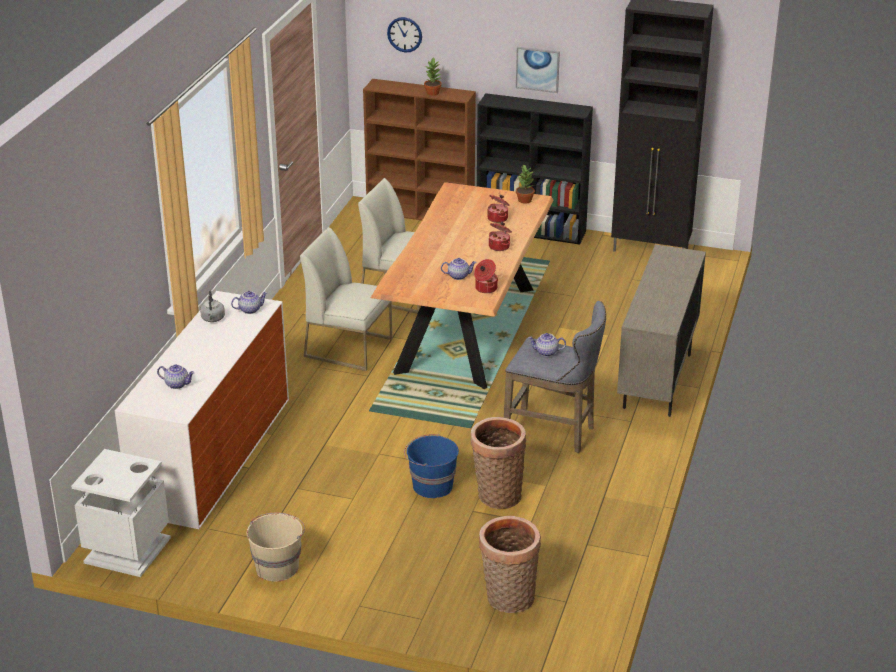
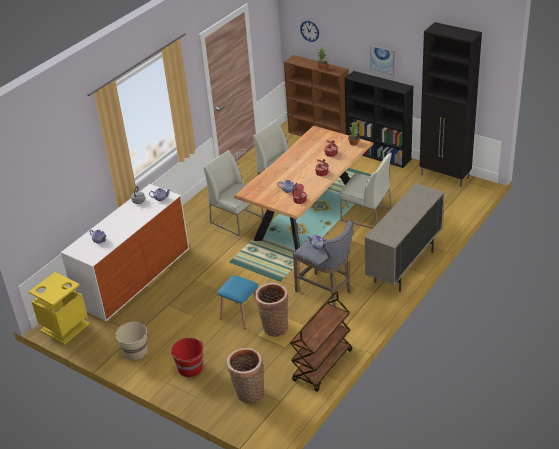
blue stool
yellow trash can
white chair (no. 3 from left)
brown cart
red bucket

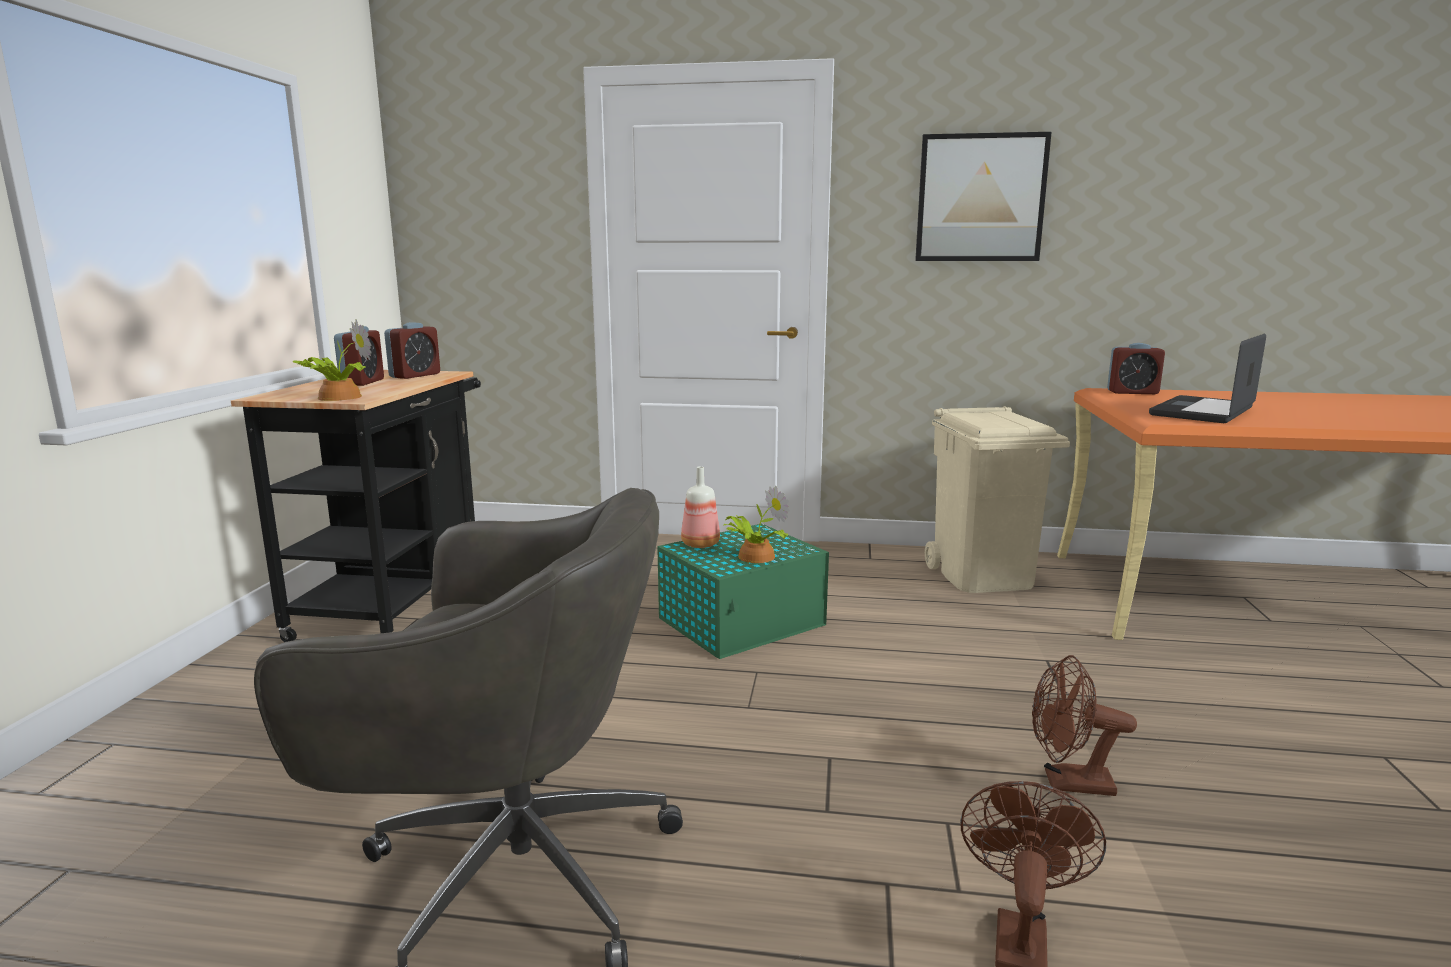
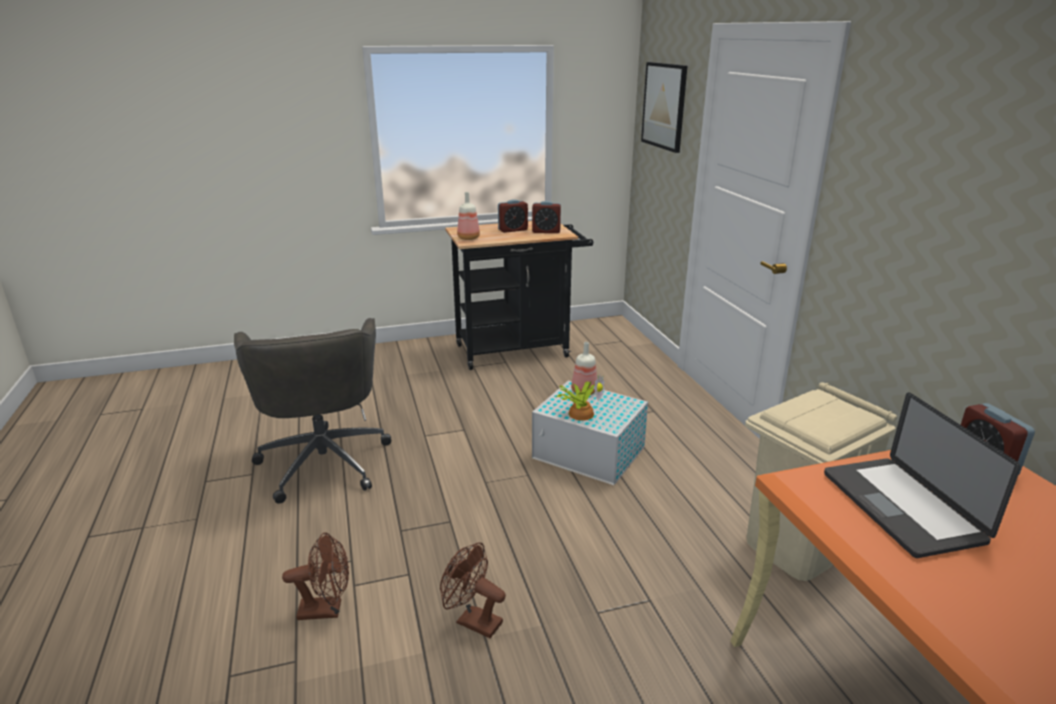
picture
bottle (no. 1 from left)
laptop
white storage box
brown fan (no. 2 from left)

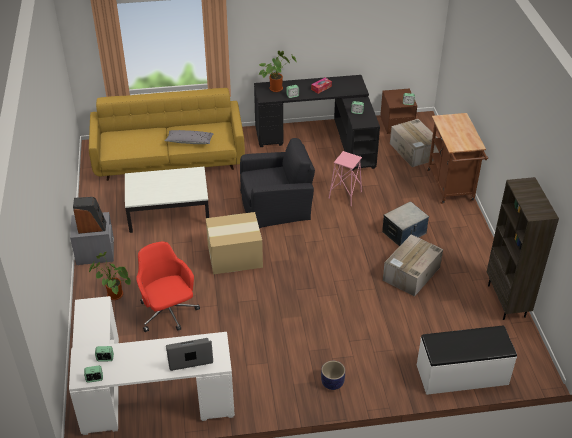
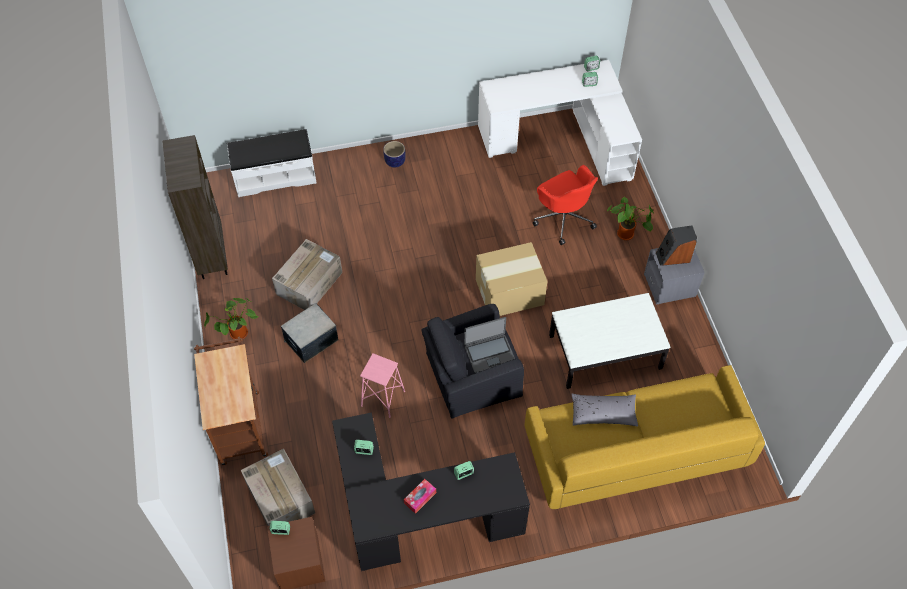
potted plant (no. 1 from left)
laptop

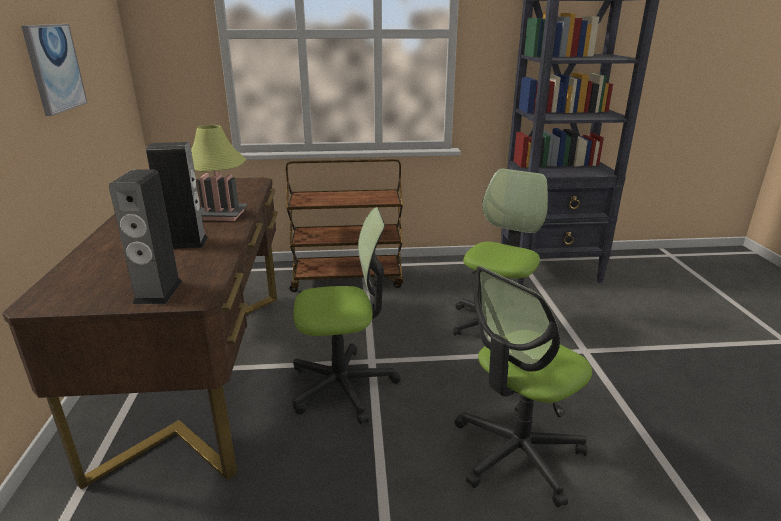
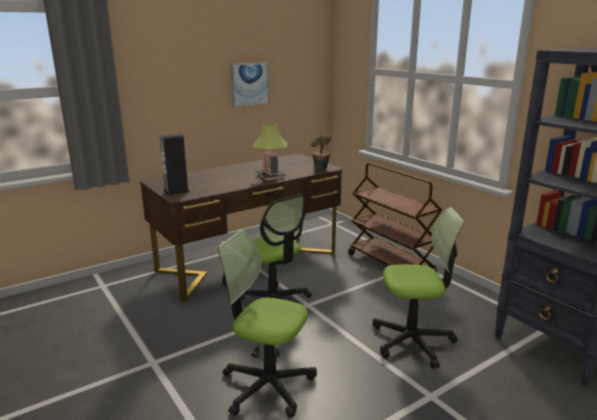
speaker (no. 2 from left in the first image)
potted plant

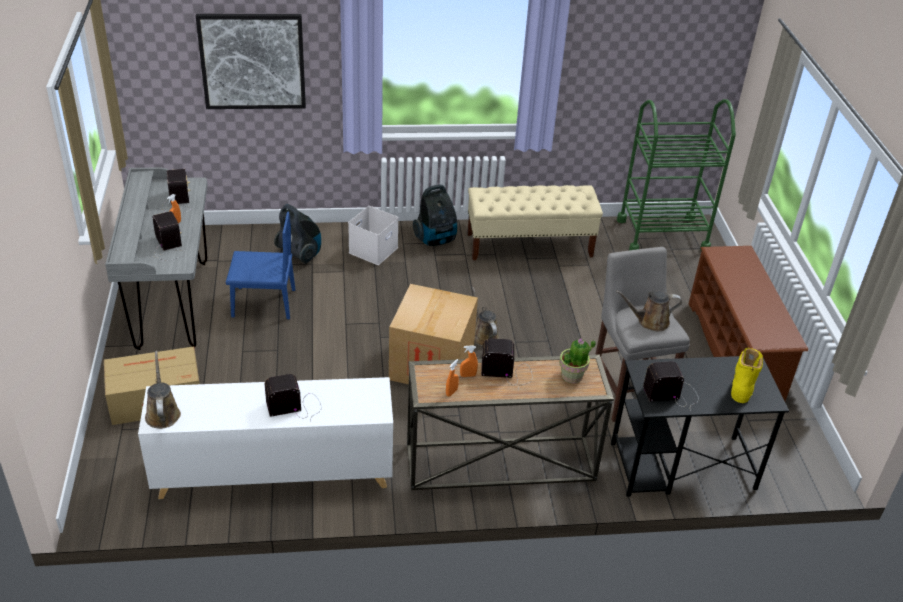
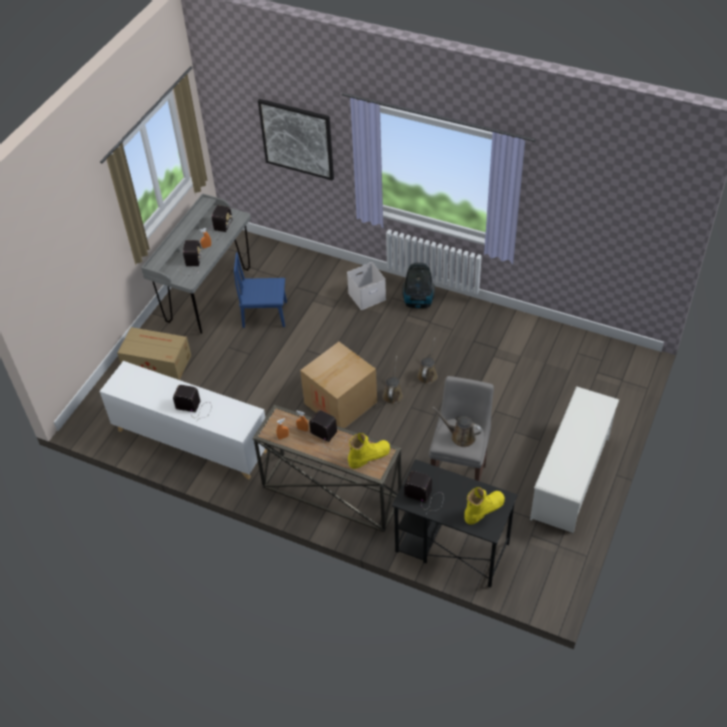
green cart
beige bench
vacuum cleaner (no. 1 from left in the first image)
blue chair
white shoe rack
yellow boot (no. 1 from left)
brown watering can (no. 2 from left)

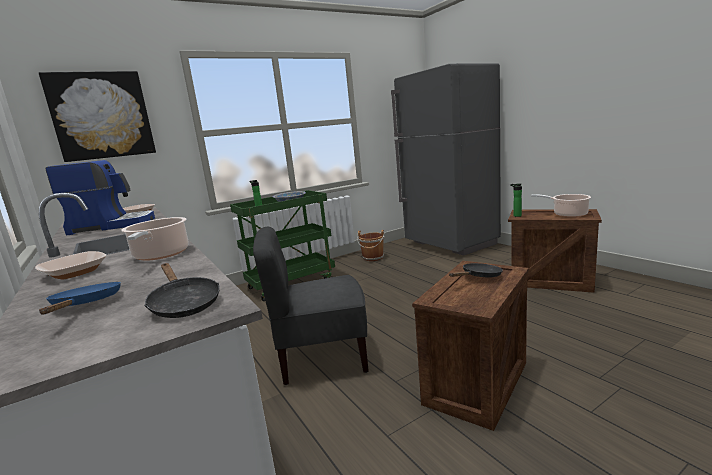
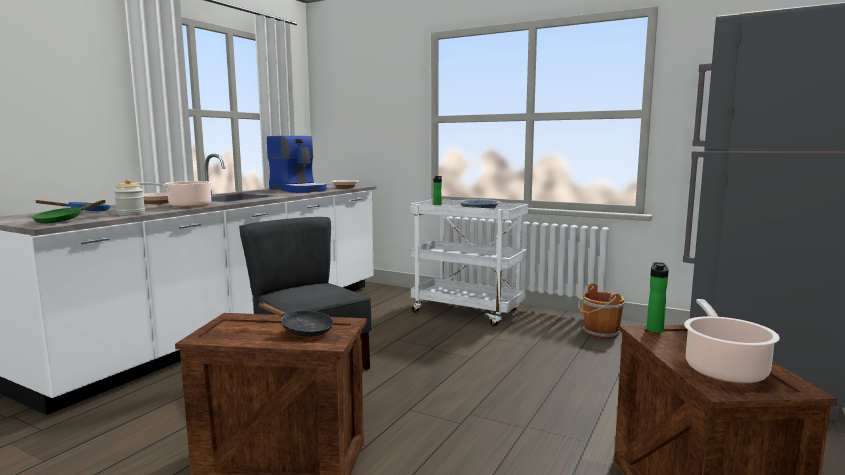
picture
white cart
green frying pan
jar

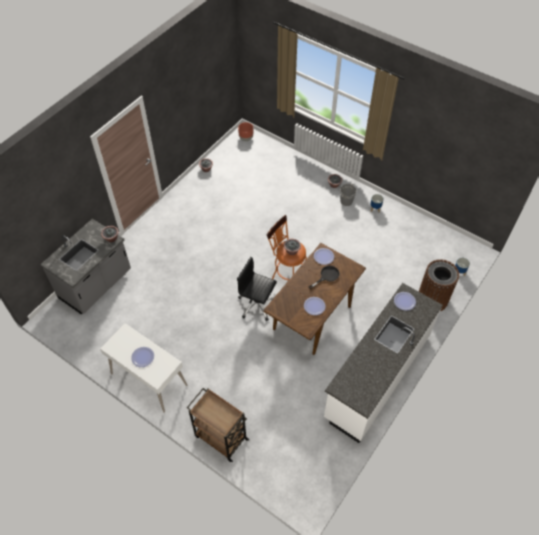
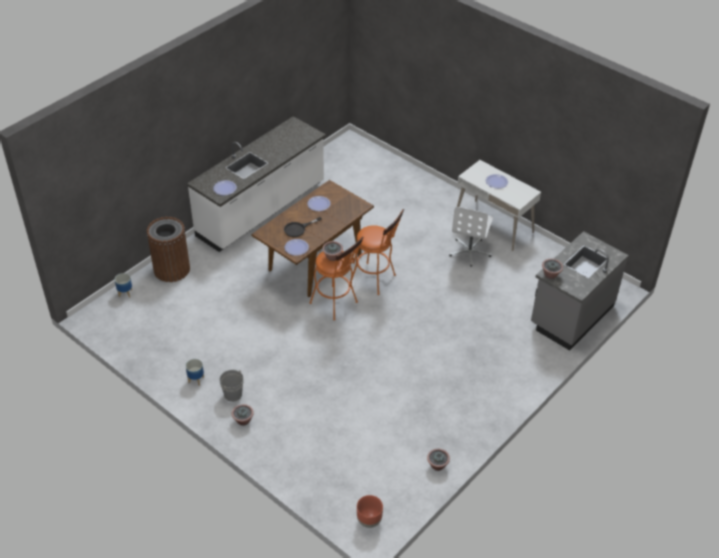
orange stool (no. 2 from left)
brown cart
white office chair

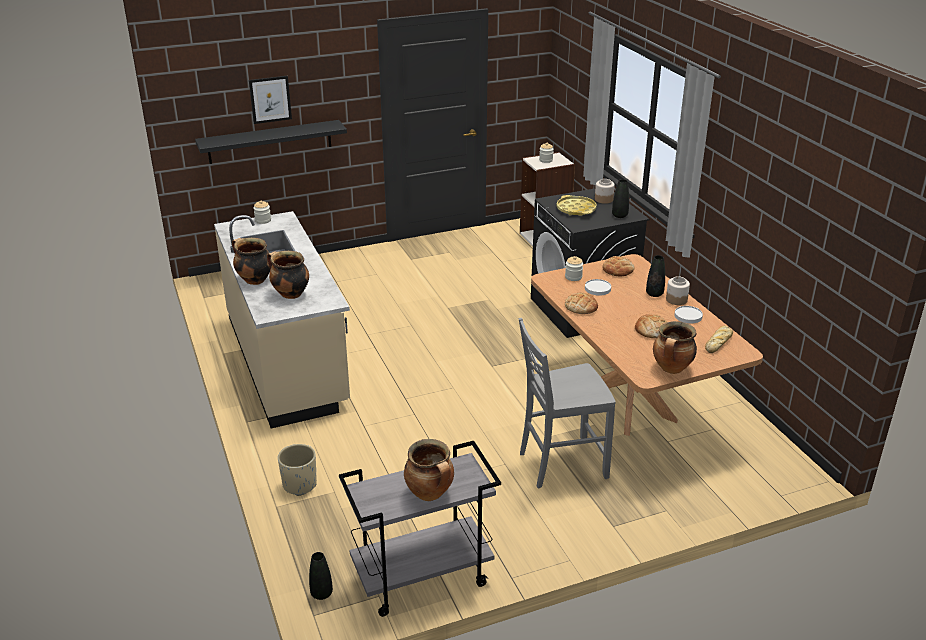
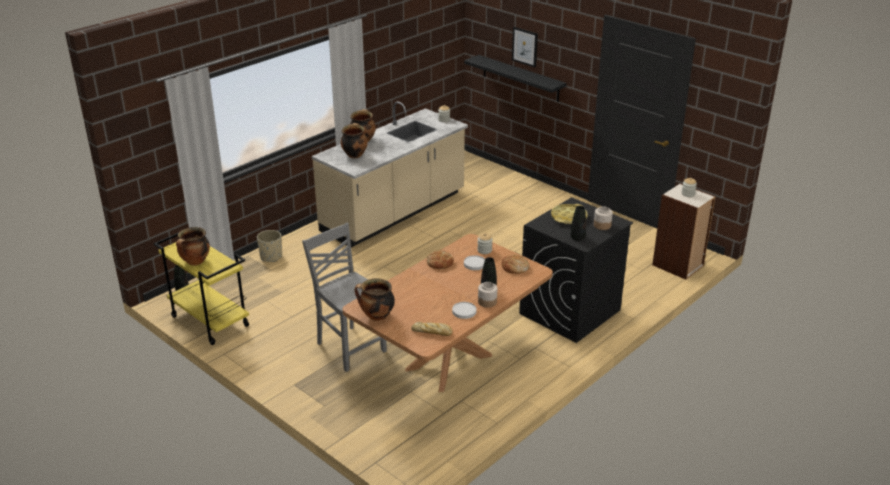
bread (no. 3 from left in the first image)
yellow cart

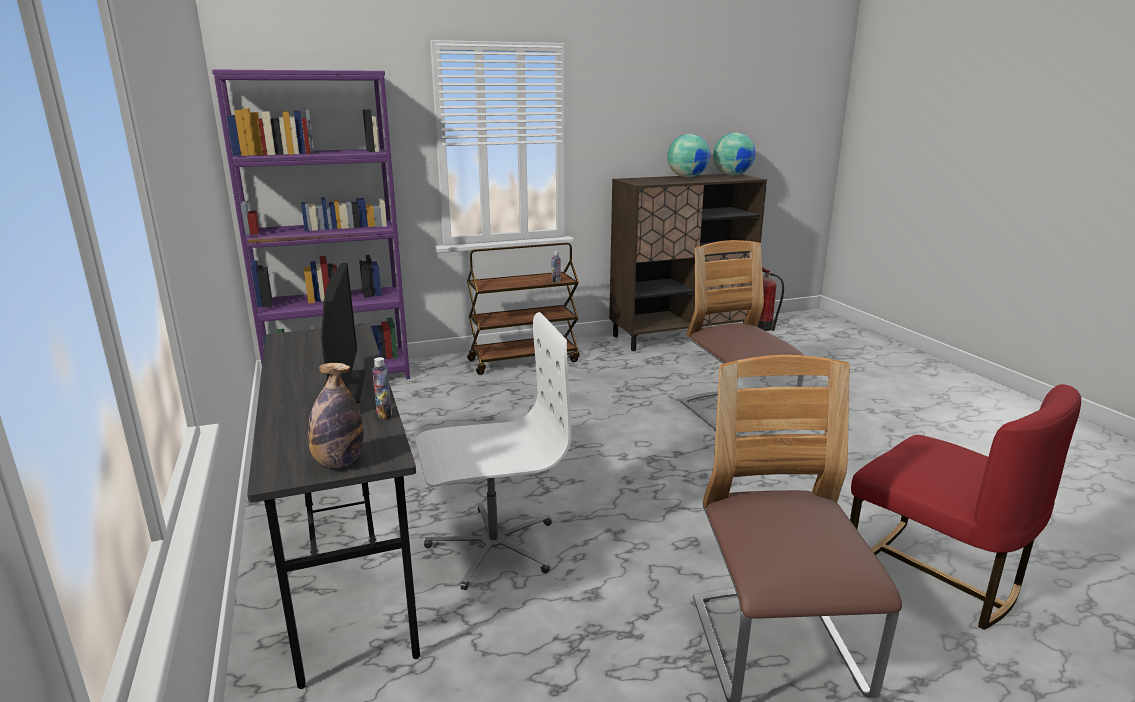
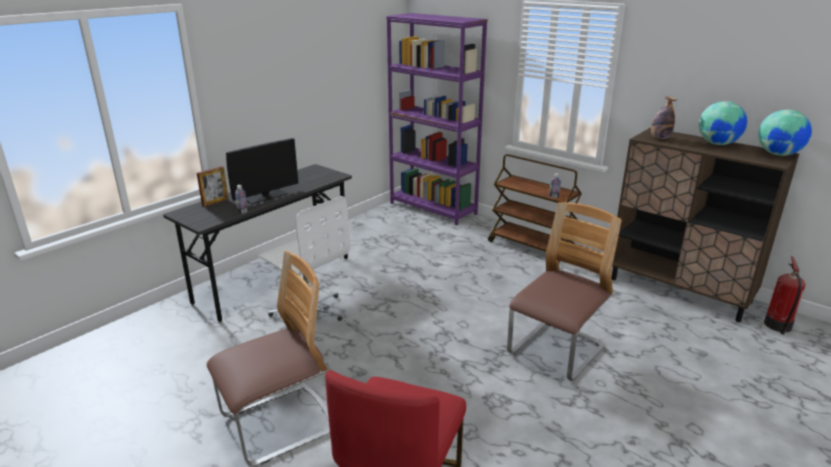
bottle (no. 3 from left)
picture frame

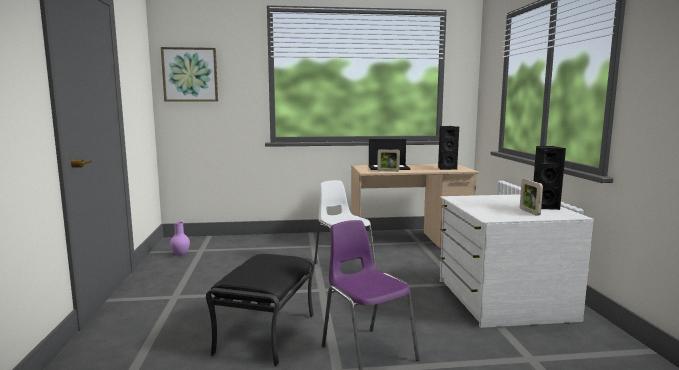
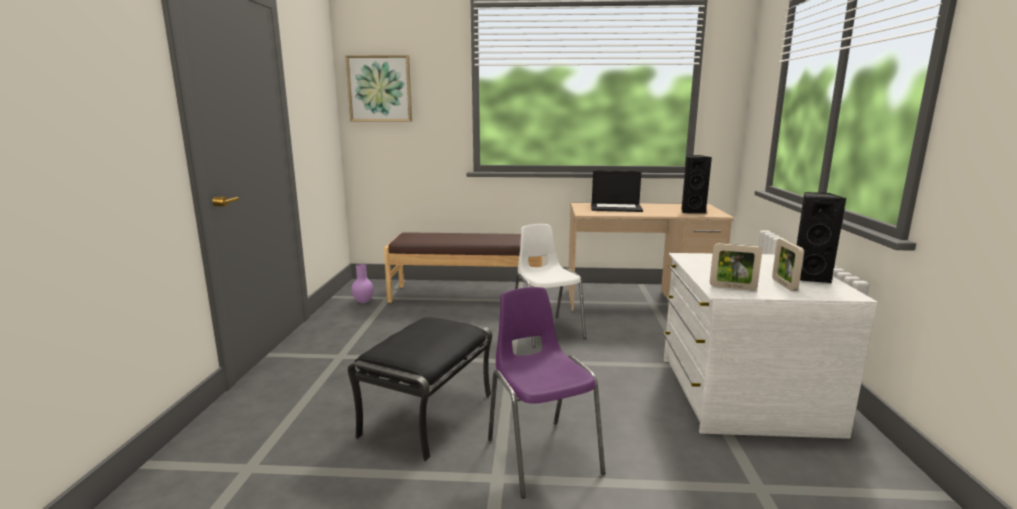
picture frame (no. 1 from left)
brown bench

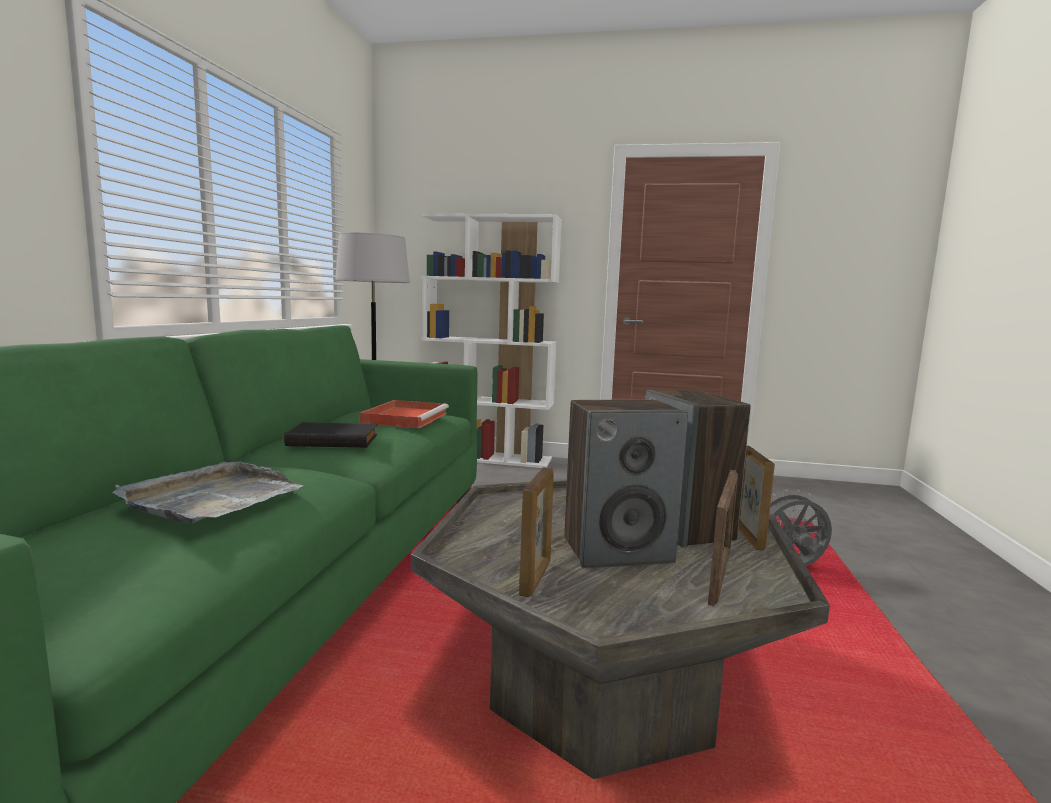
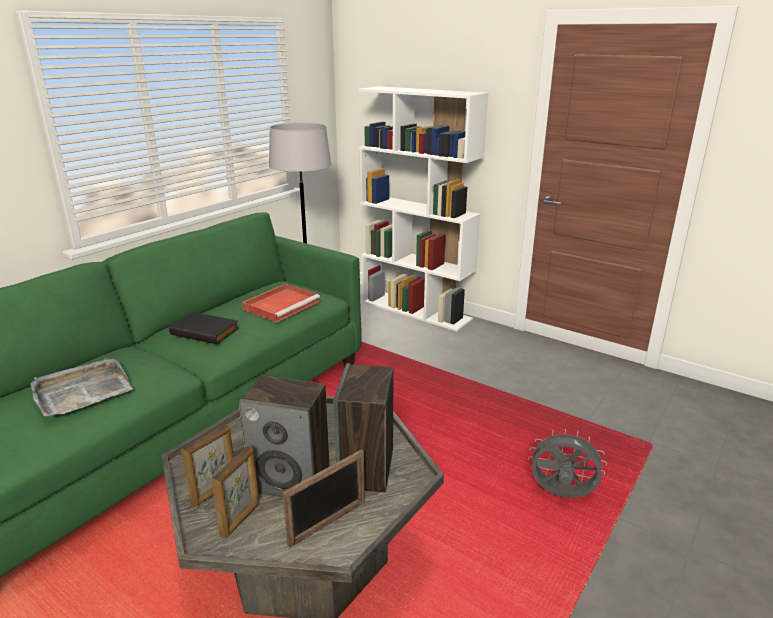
picture frame (no. 2 from left)

